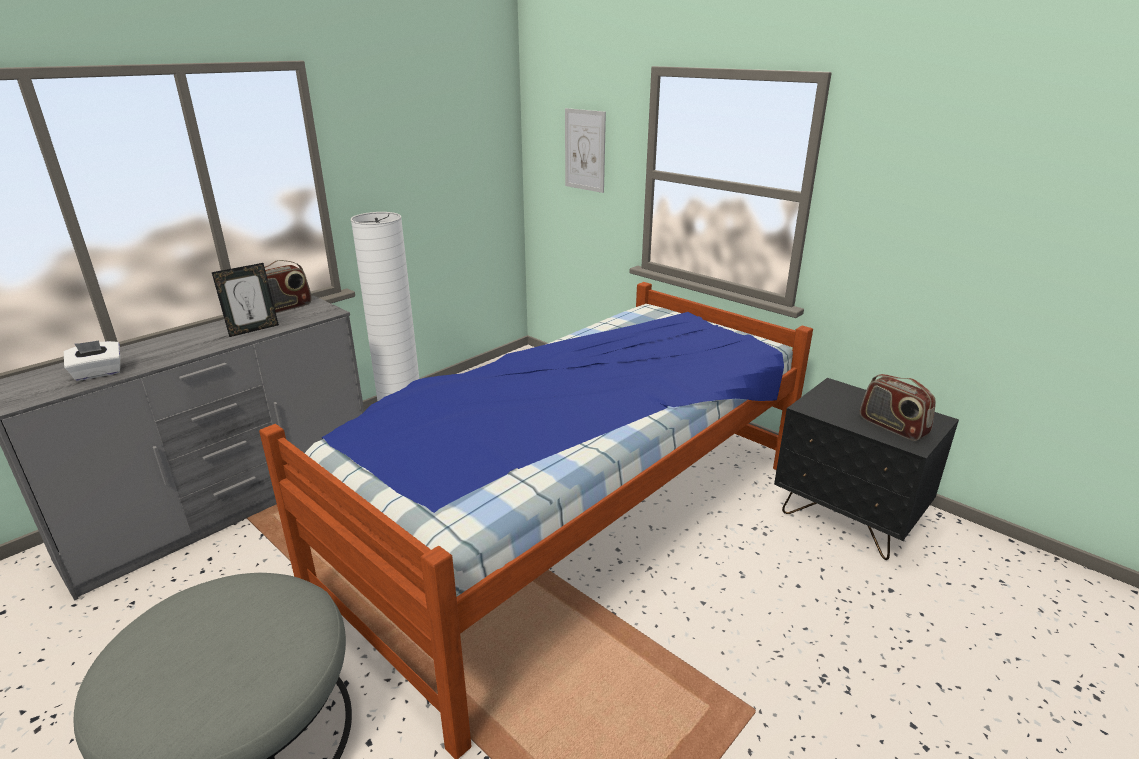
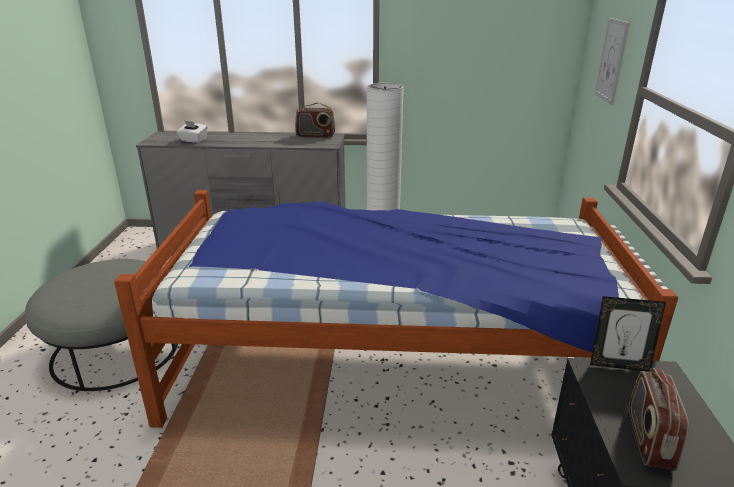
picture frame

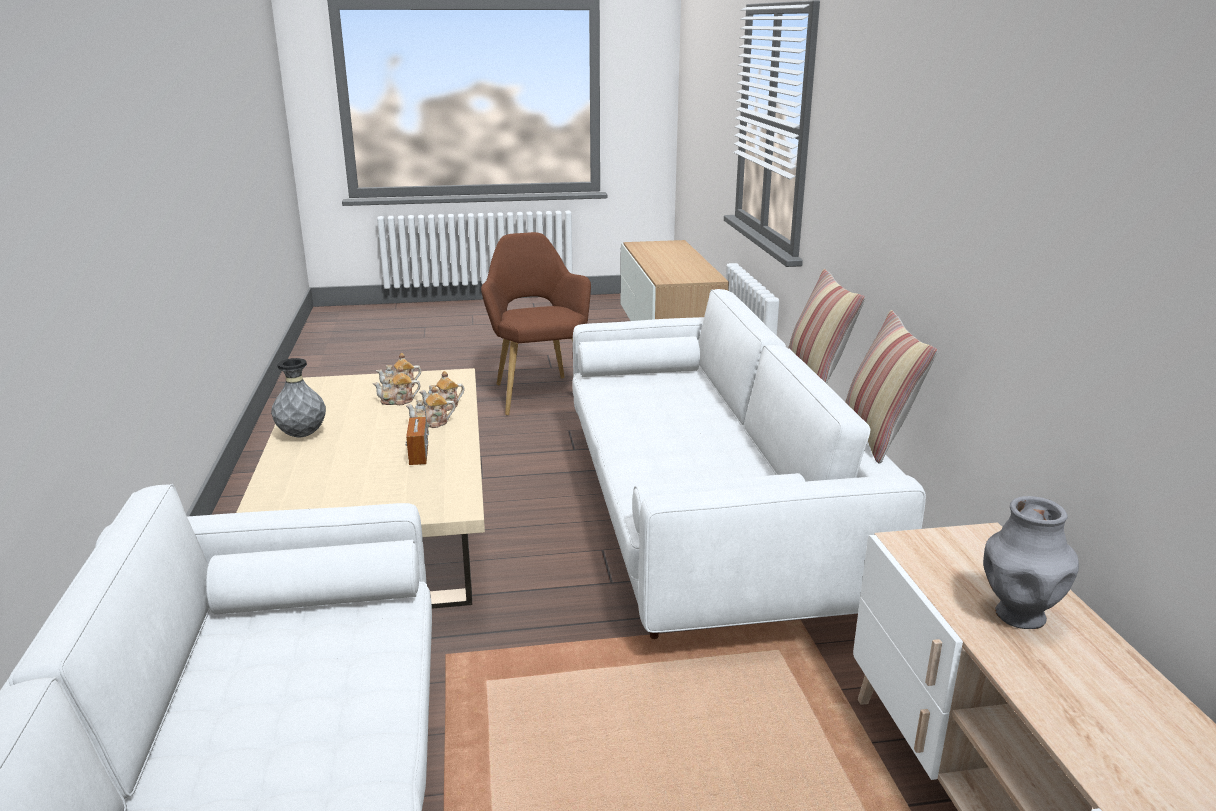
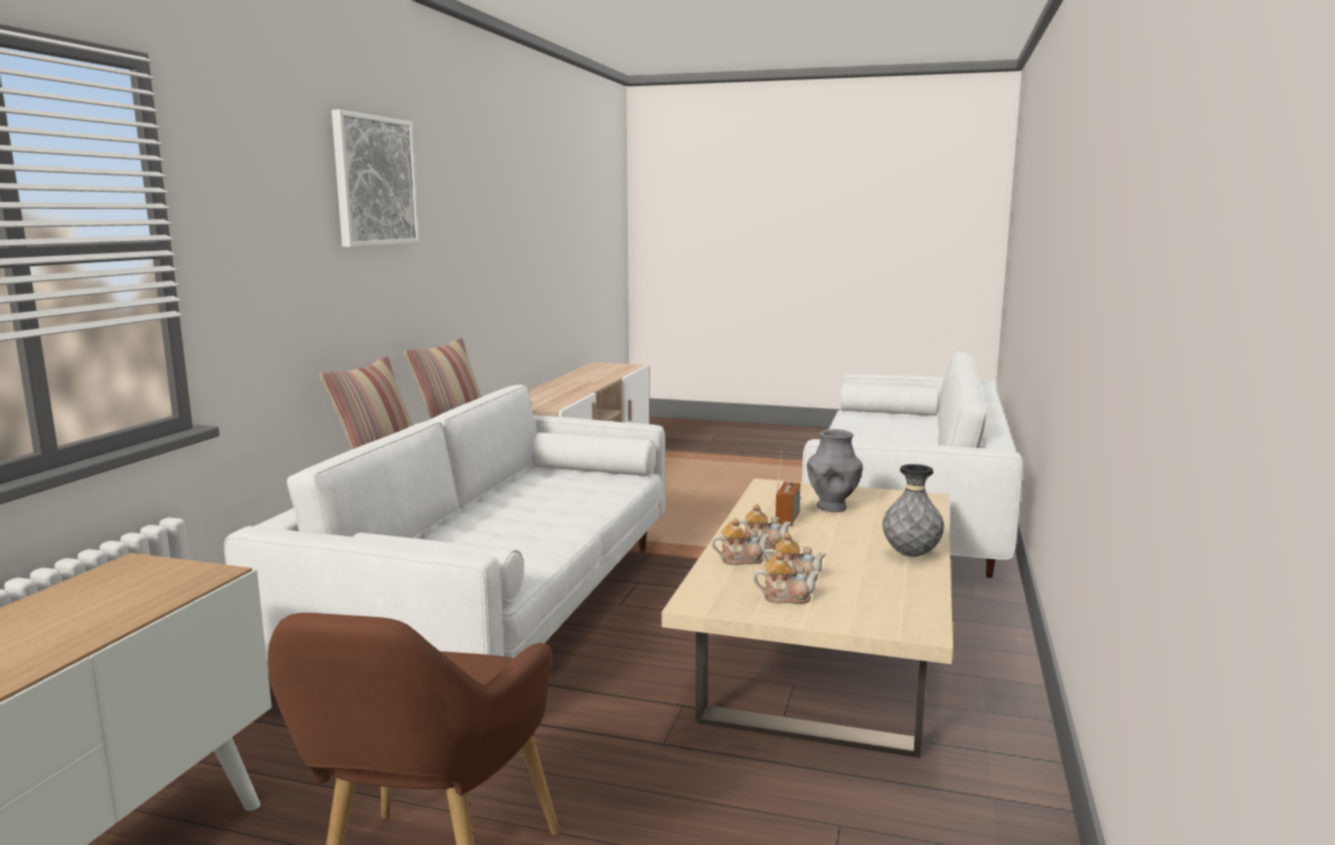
grey vase (no. 1 from left)
picture

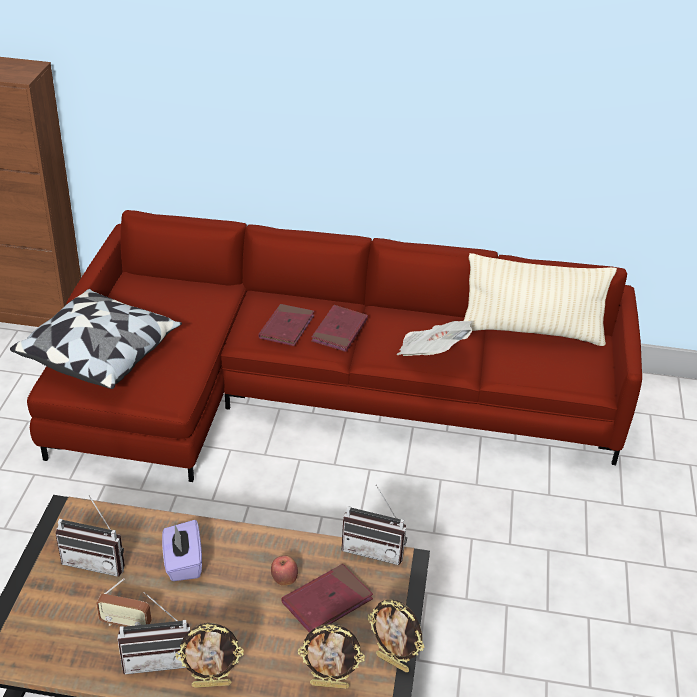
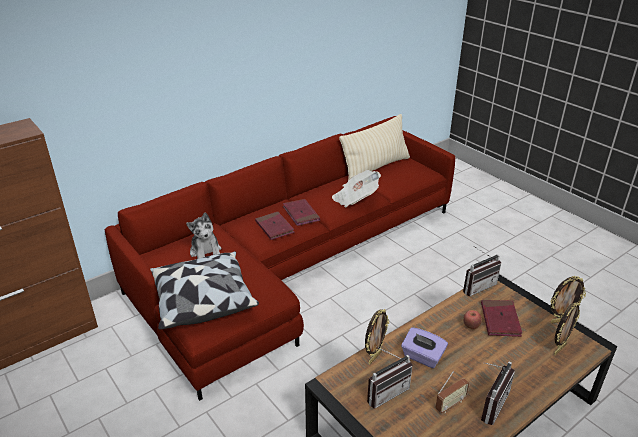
picture frame (no. 1 from left)
plush toy

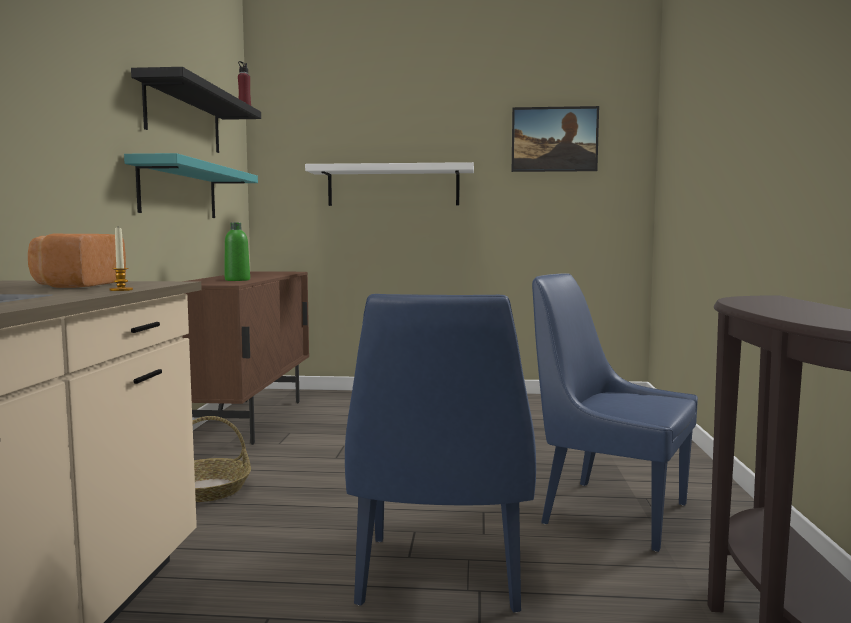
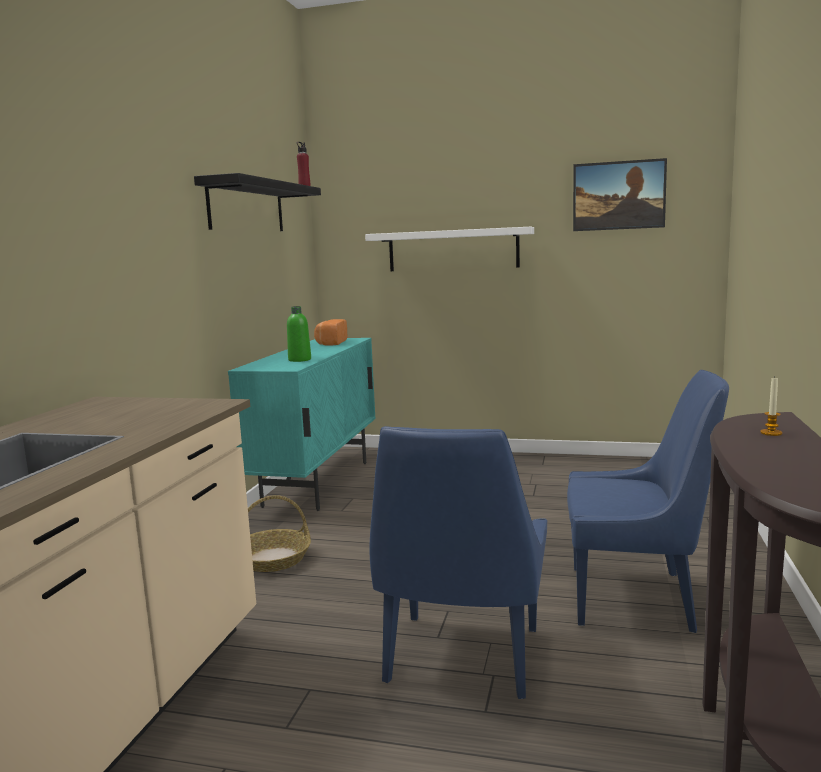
turquoise shelf
candle
bread
turquoise cabinet
blue chair (no. 2 from left)

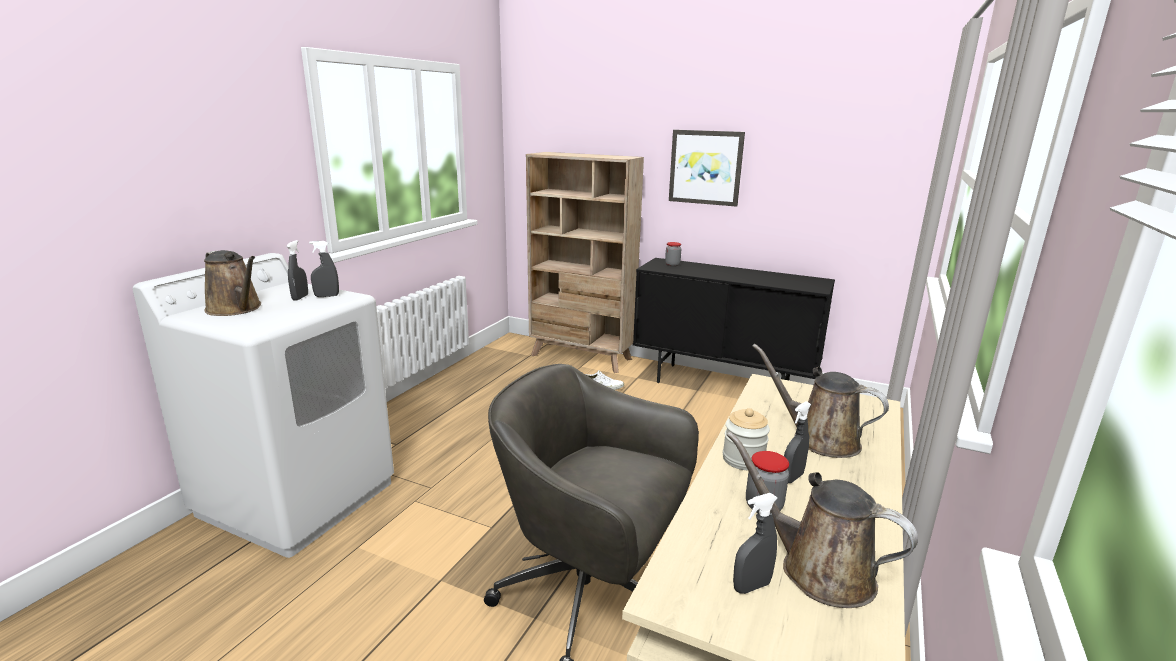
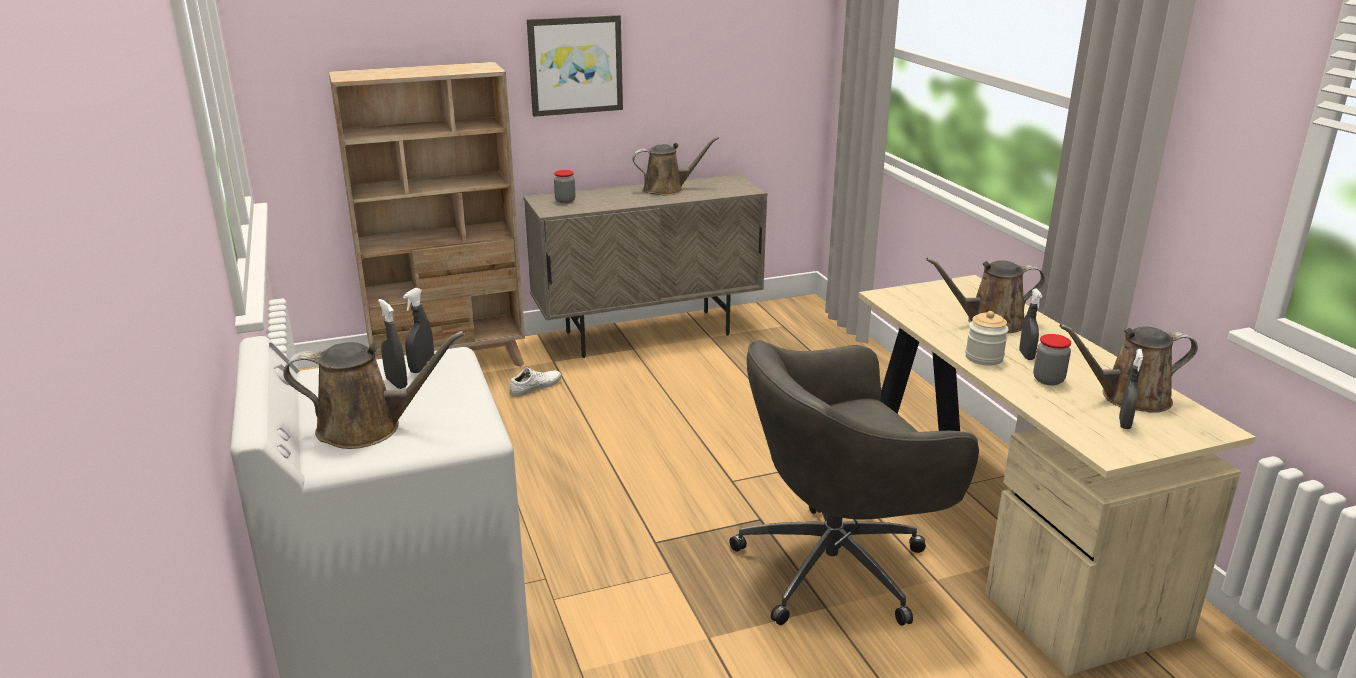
beige cabinet
brown watering can (no. 2 from left)

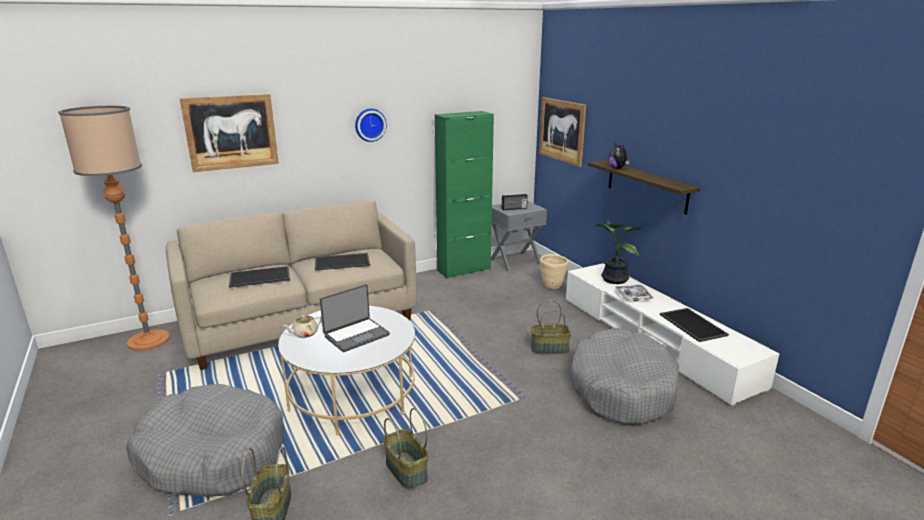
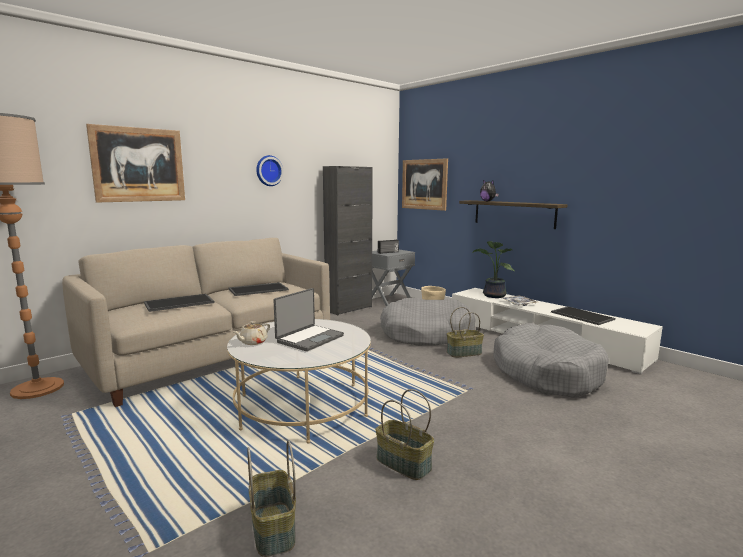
black cabinet
grey dog bed (no. 1 from left)

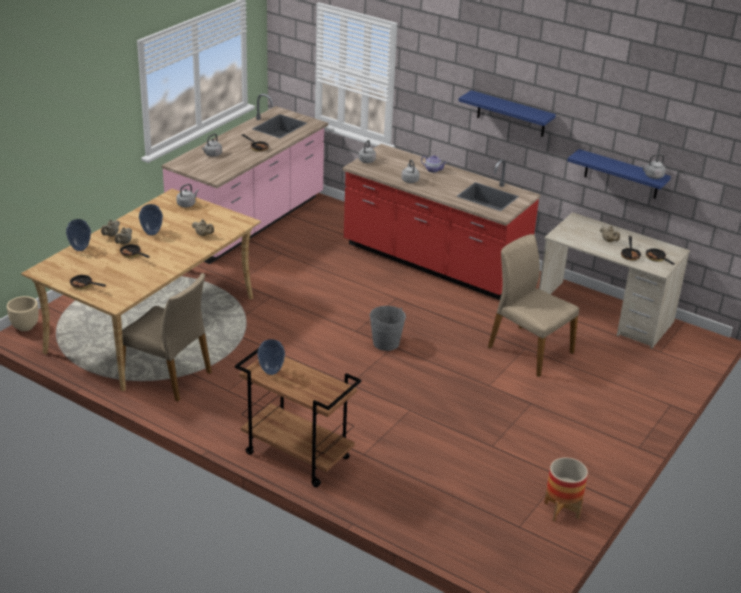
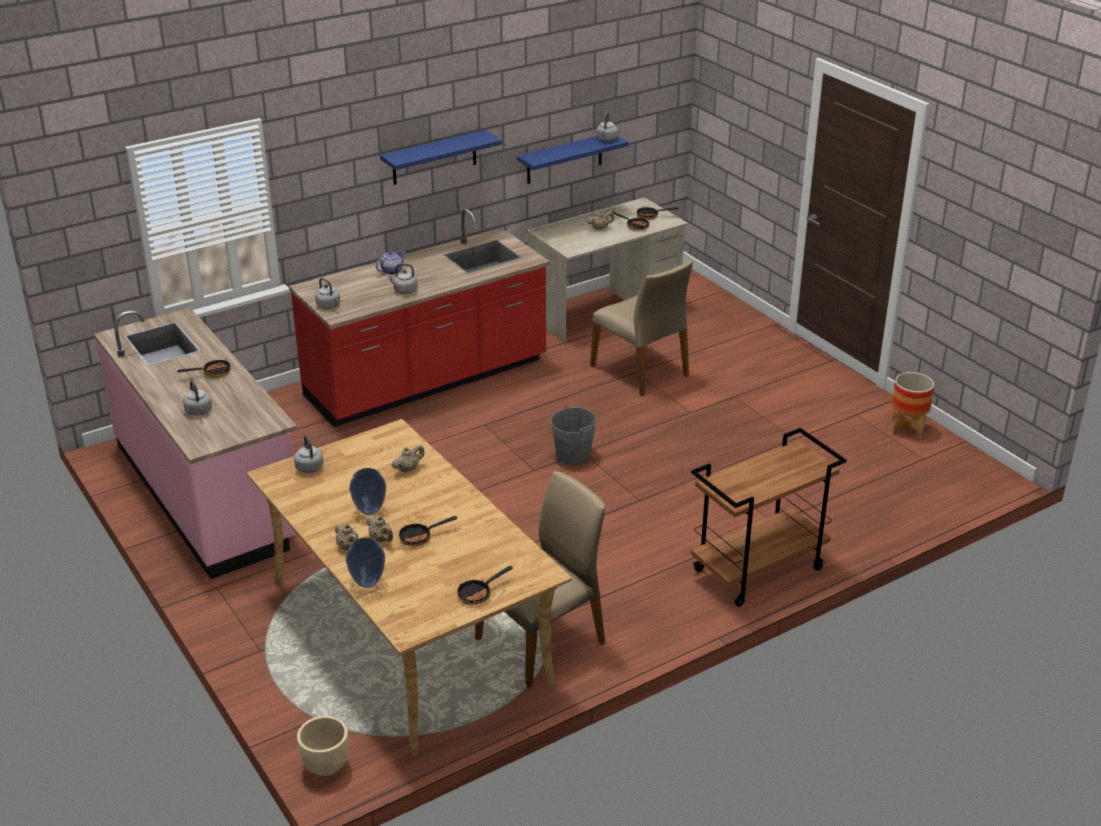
beige chair (no. 2 from left)
vase (no. 3 from left in the first image)

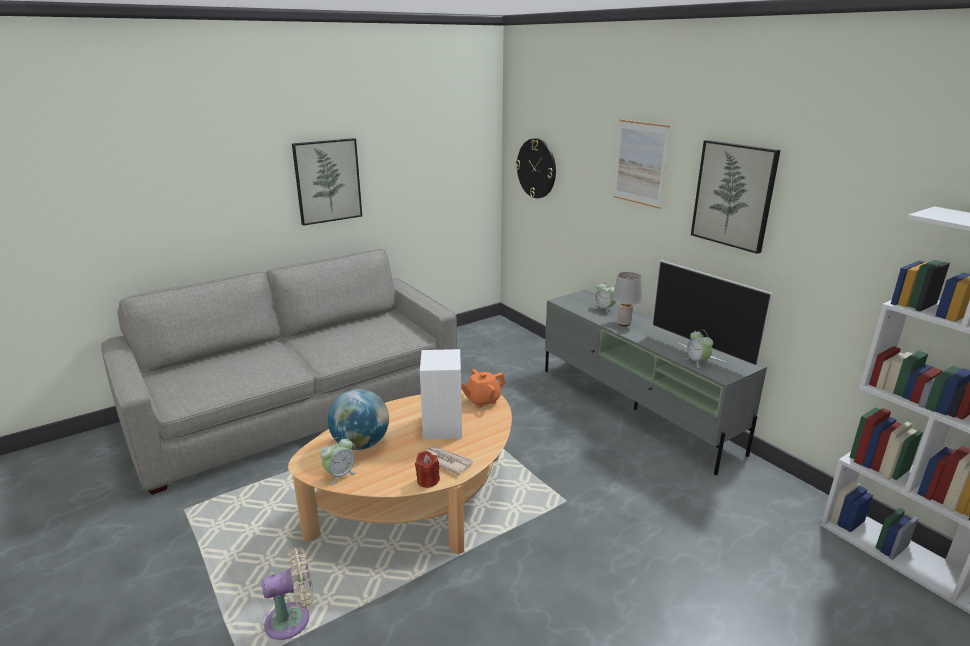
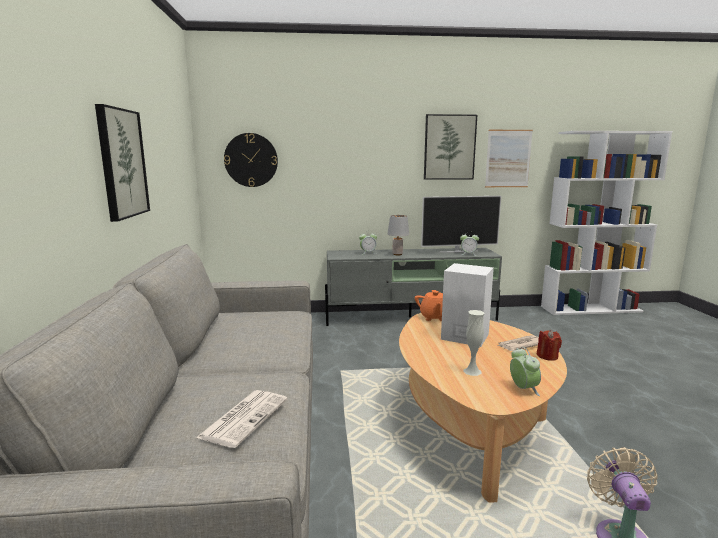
picture (no. 3 from left)
white vase
newspaper (no. 1 from left)

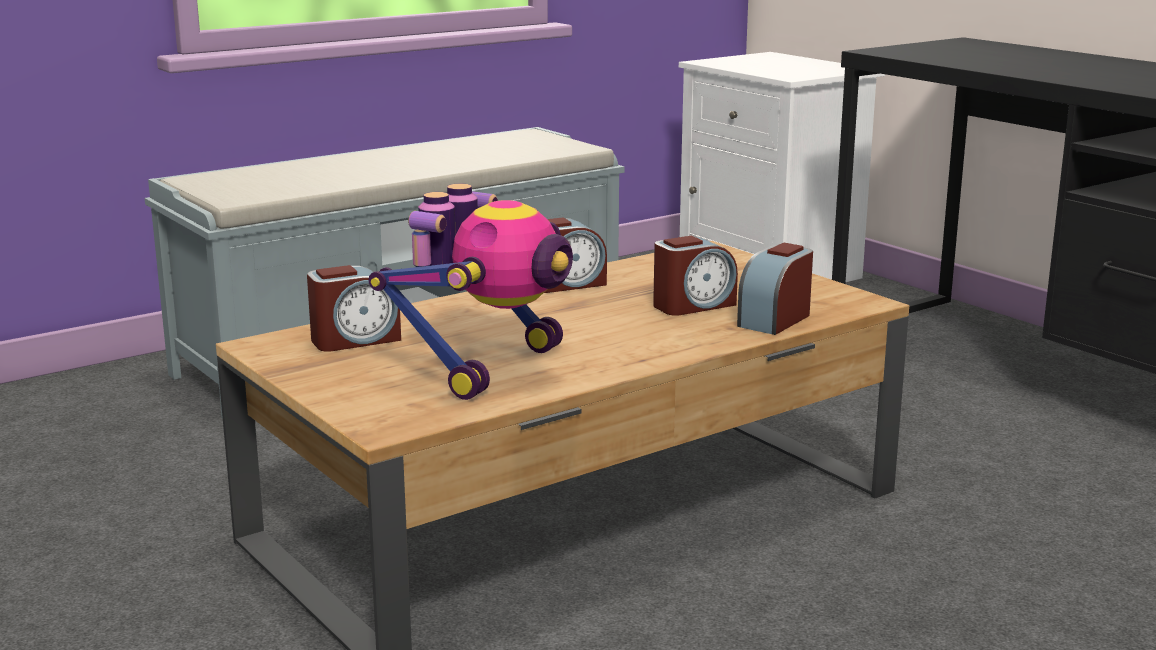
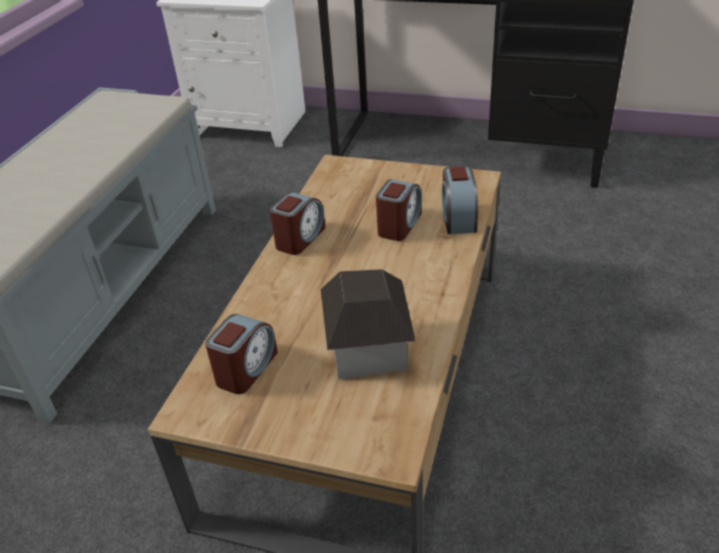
toy house

